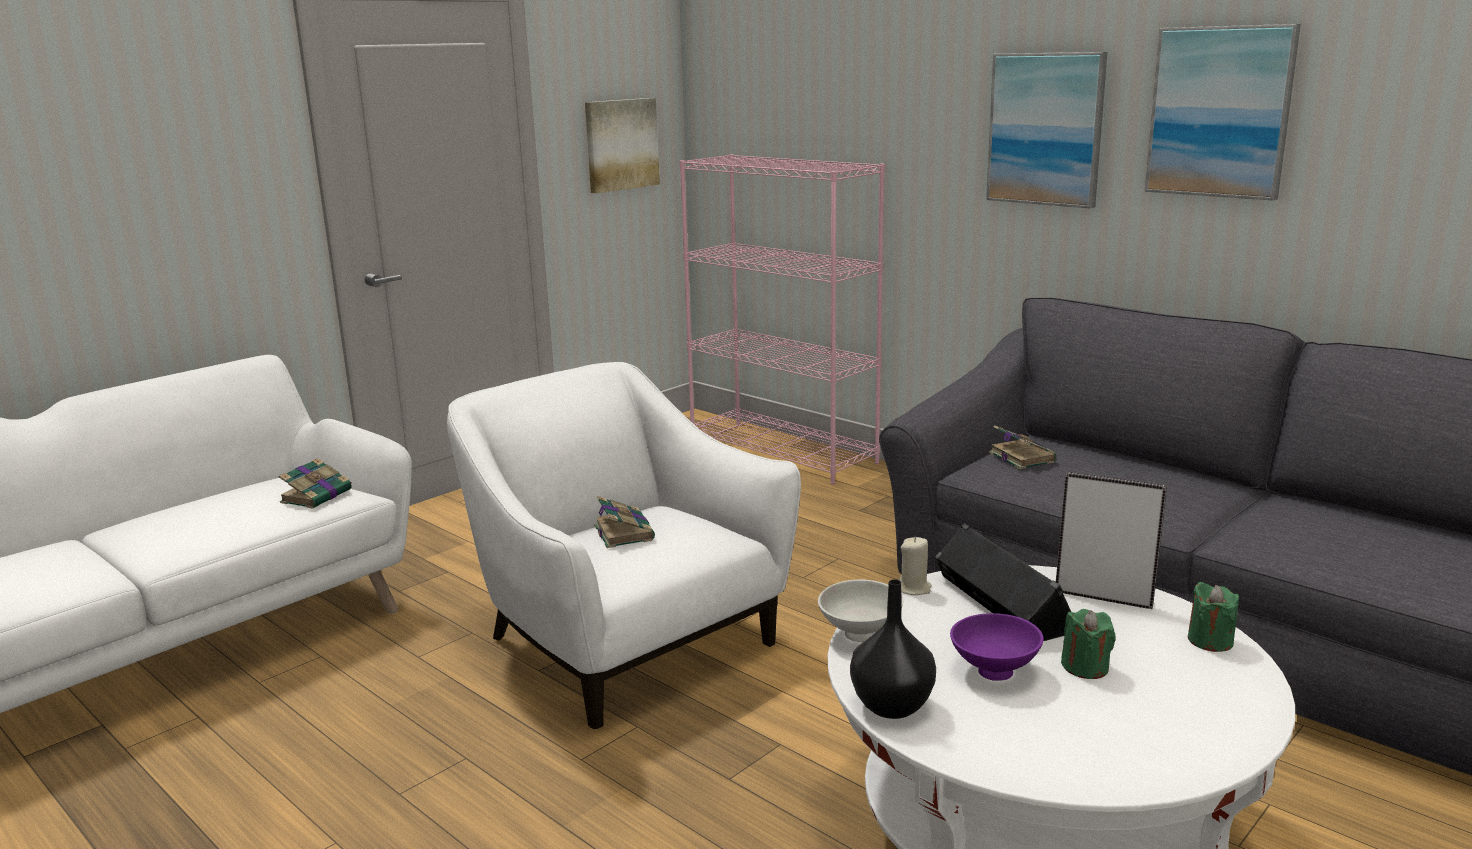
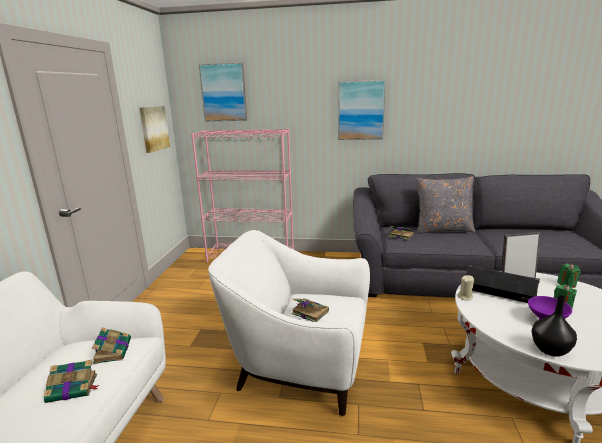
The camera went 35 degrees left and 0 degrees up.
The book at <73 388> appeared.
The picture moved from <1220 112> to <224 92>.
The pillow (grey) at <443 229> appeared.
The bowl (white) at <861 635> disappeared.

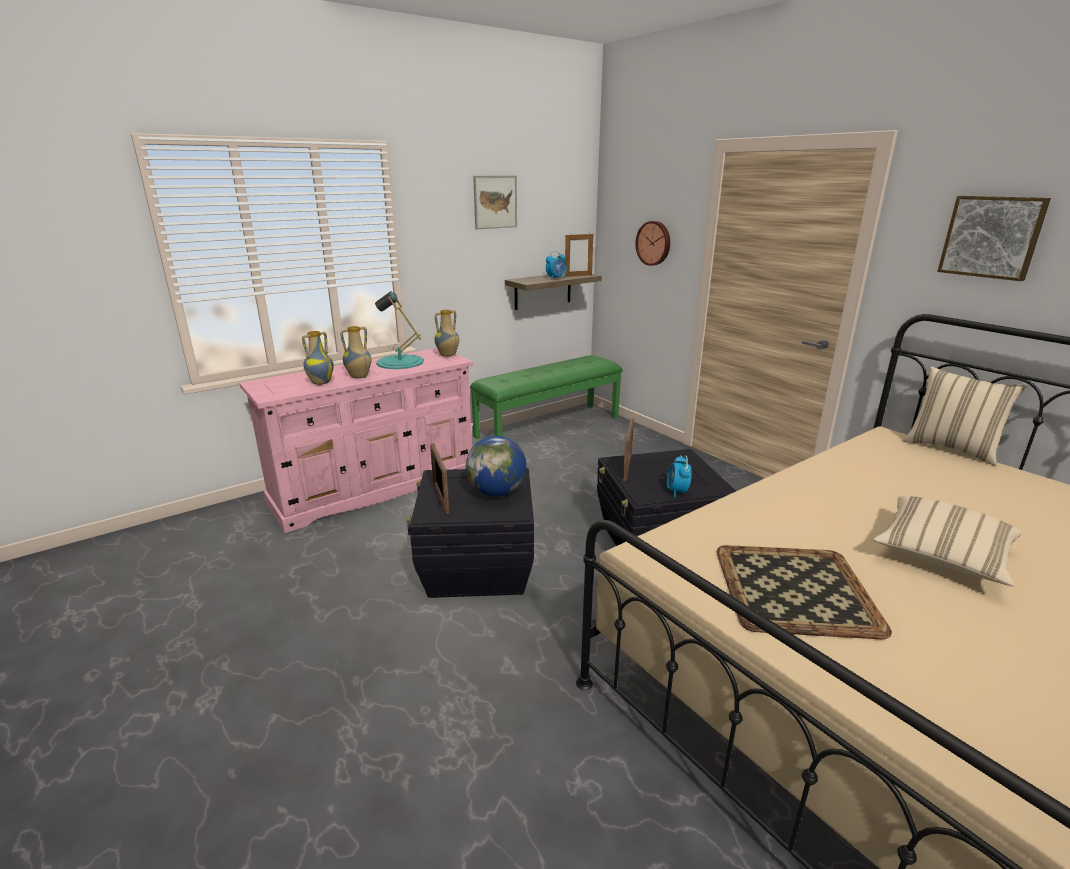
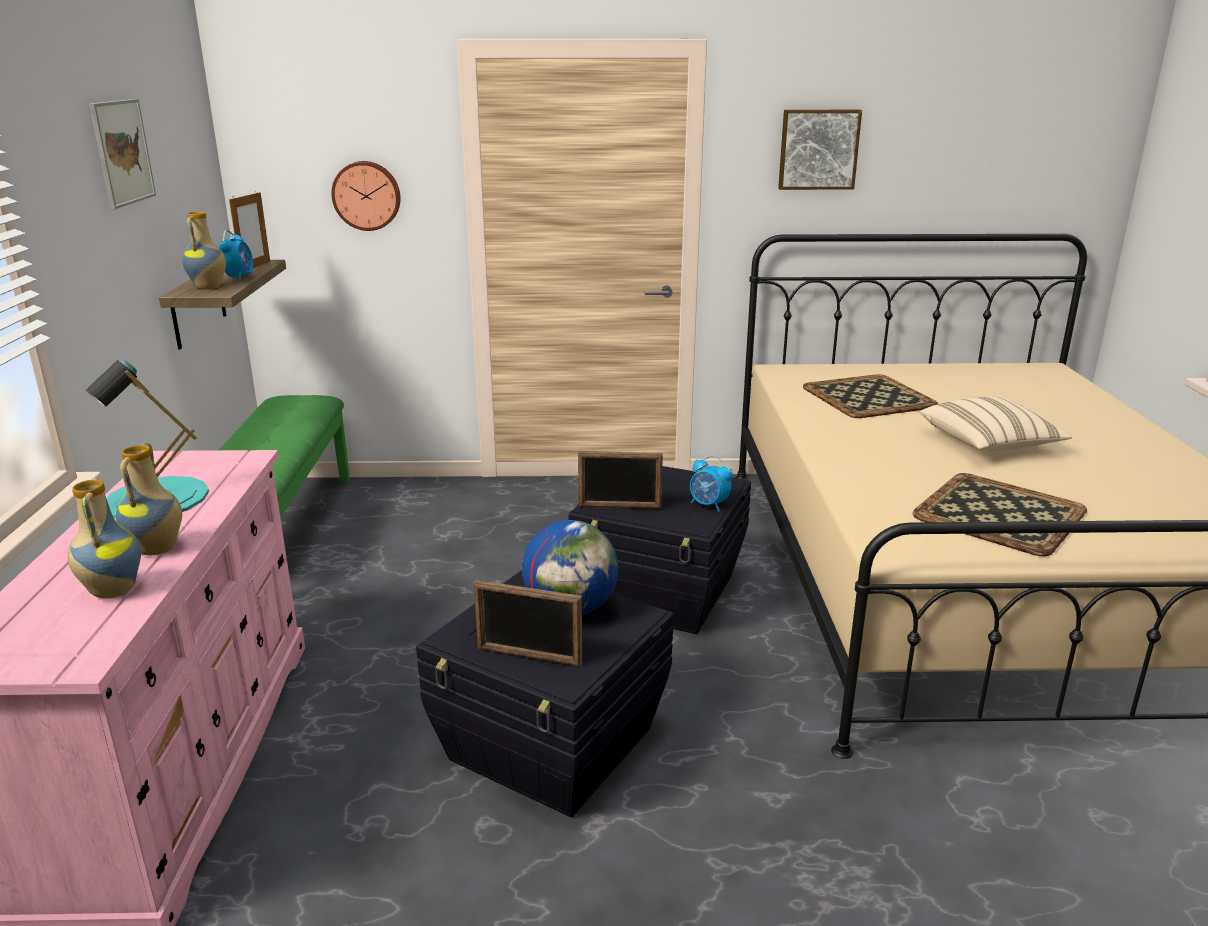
The camera went 55 degrees left and 0 degrees up.
The vase moved from <448 355> to <209 288>.
The picture frame at <627 467> turned 135 degrees clockwise.
The tray at <868 397> appeared.
The pillow (beige) at <951 449> disappeared.

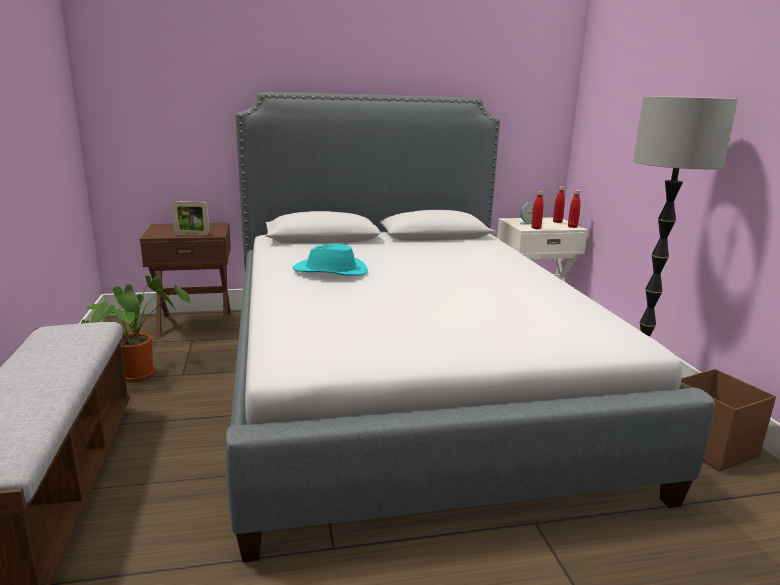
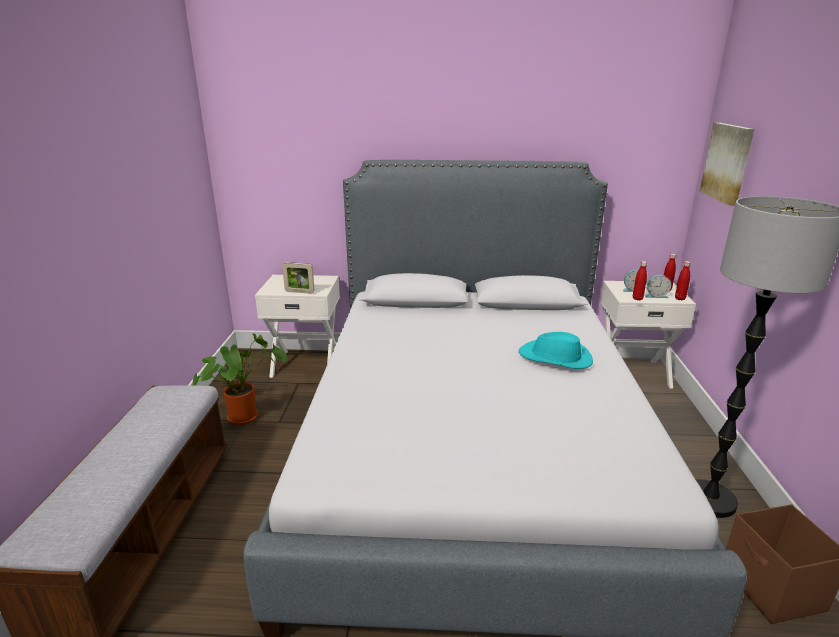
The camera went 15 degrees right and 5 degrees up.
The nightstand (brown) at <195 323> became the nightstand (white) at <306 364>.
The hat (turquoise) moved from <330 271> to <555 358>.
The alarm clock at <655 296> appeared.
The picture at <728 162> appeared.

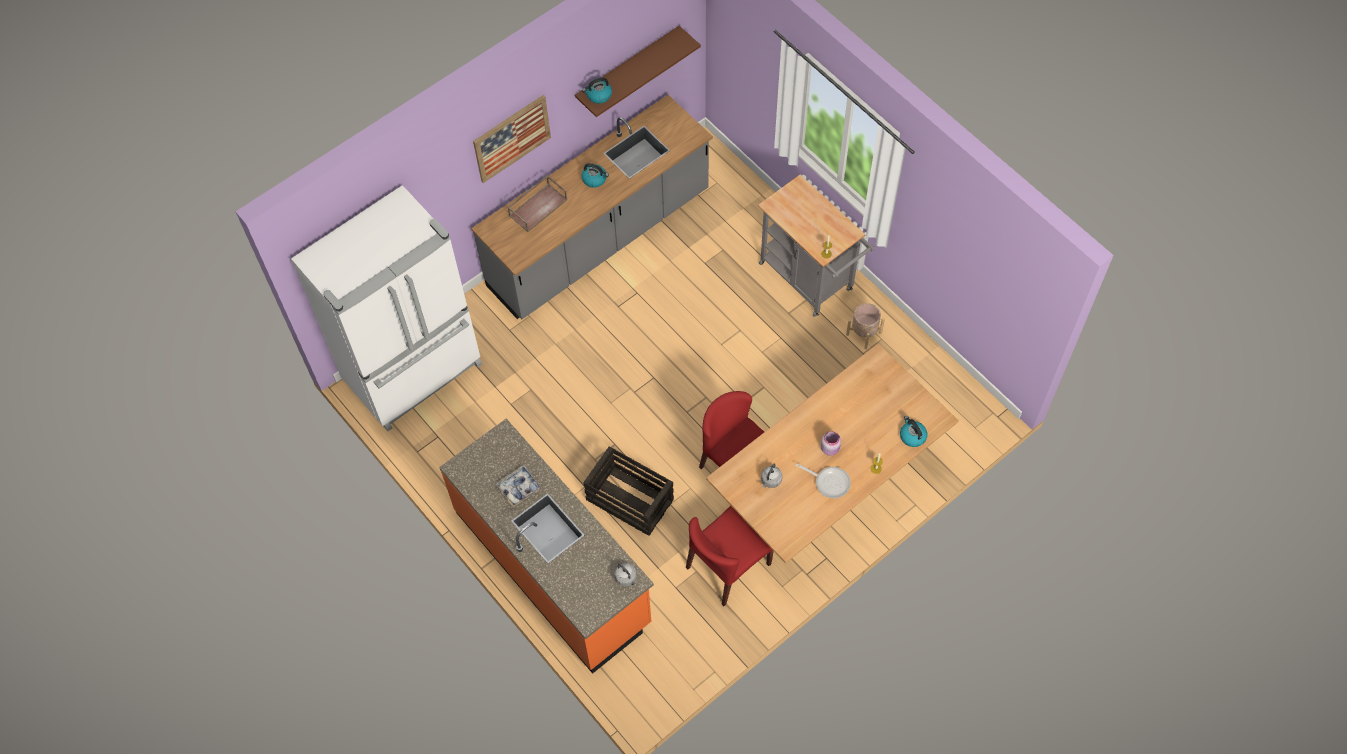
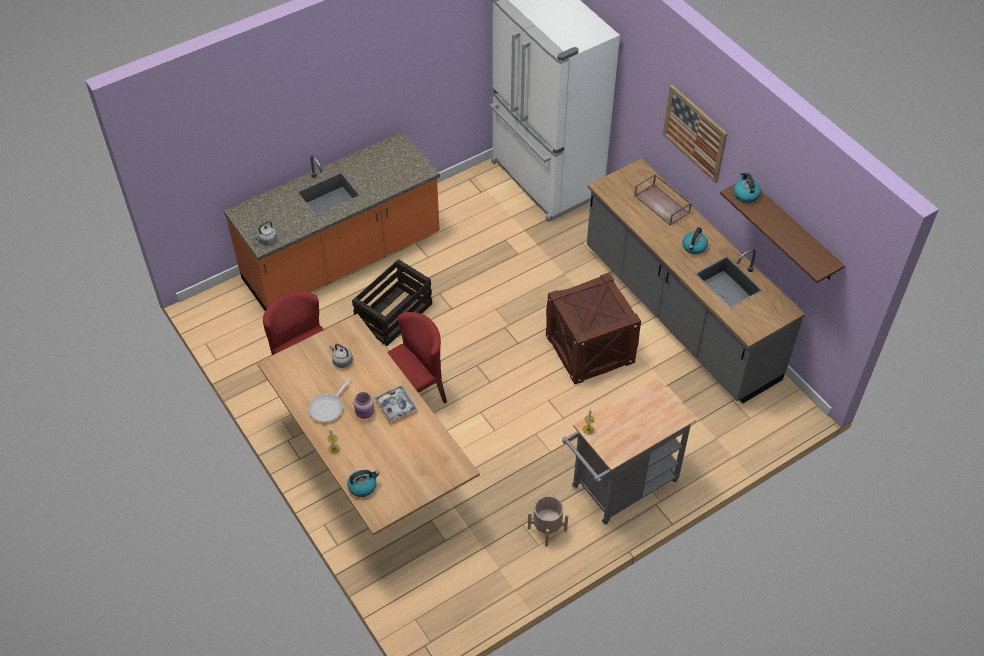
The camera went 95 degrees right and 10 degrees down.
The tray moved from <519 488> to <396 406>.
The crate at <589 349> appeared.

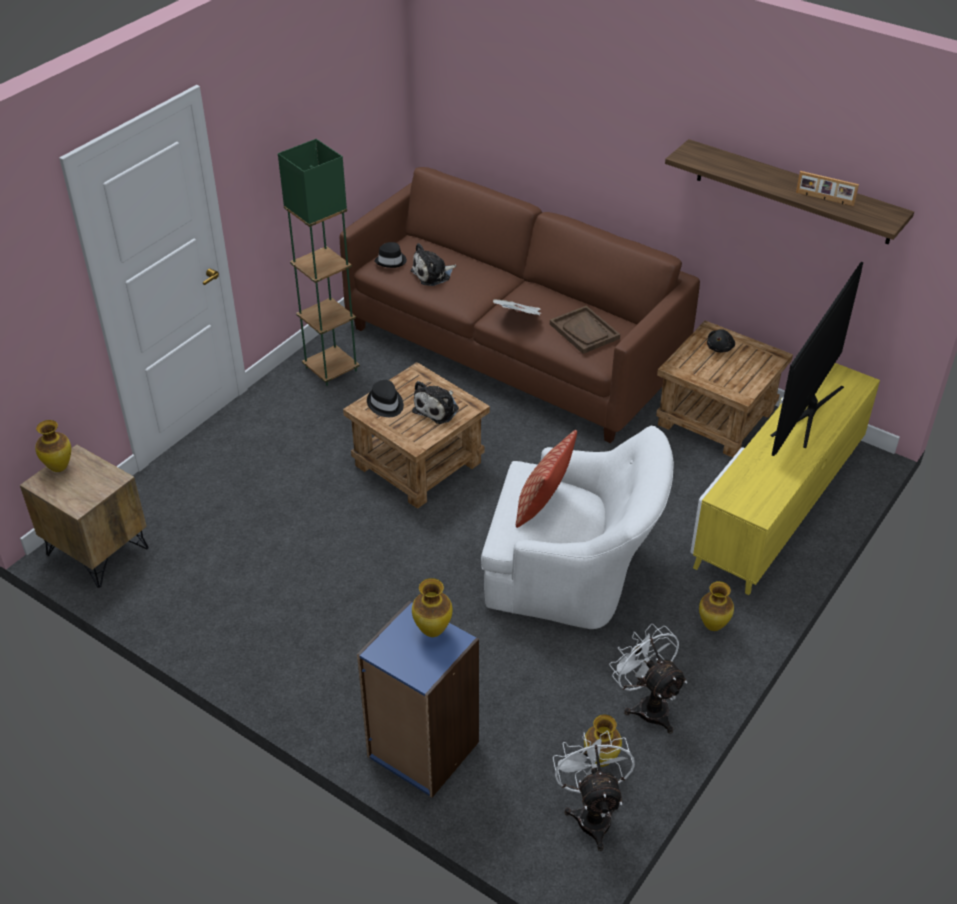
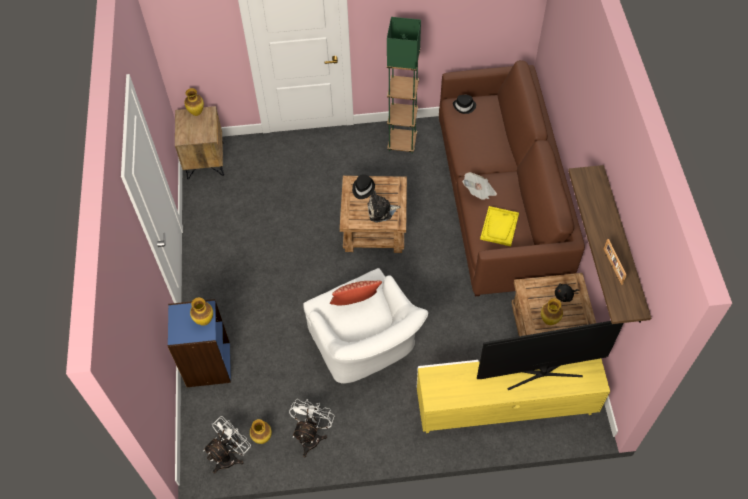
The camera went 50 degrees right and 15 degrees up.
The tray (brown) at <584 331> became the tray (yellow) at <499 227>.
The vase moved from <713 626> to <549 321>.
The plush toy at <433 274> disappeared.

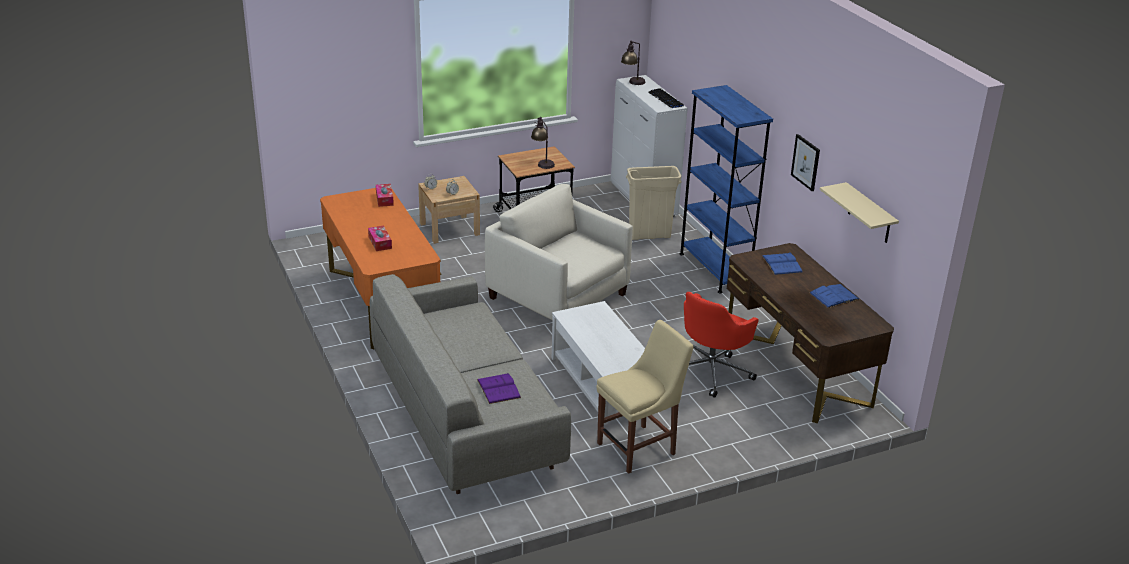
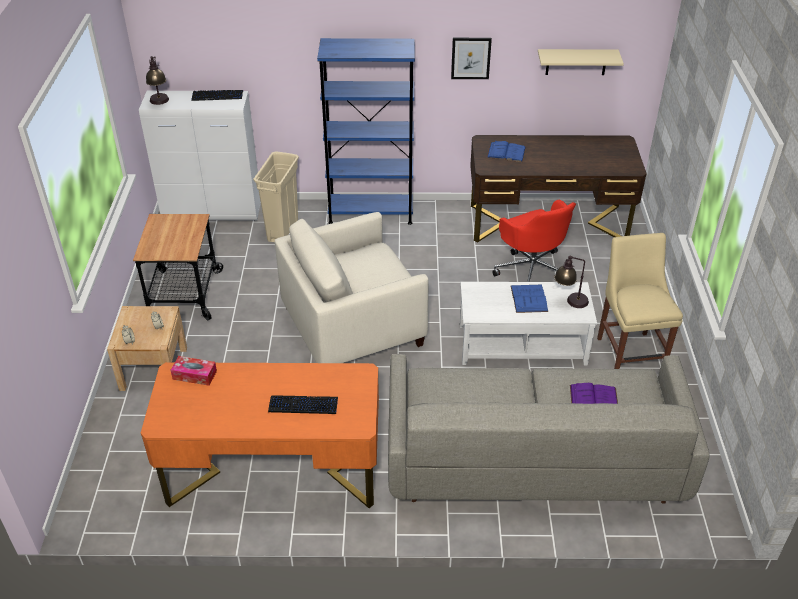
The camera went 65 degrees left and 10 degrees up.
The tissue box at <380 242> was replaced by the keyboard at <303 405>.
The book (blue) moved from <834 296> to <529 298>.
The table lamp moved from <542 162> to <569 302>.

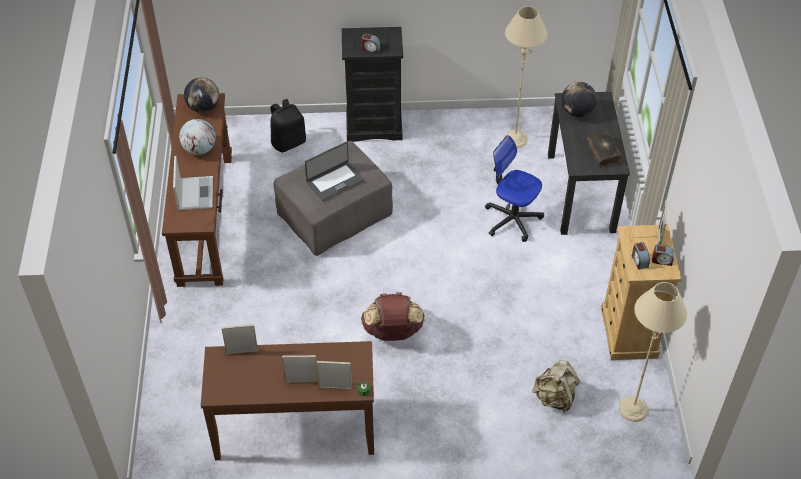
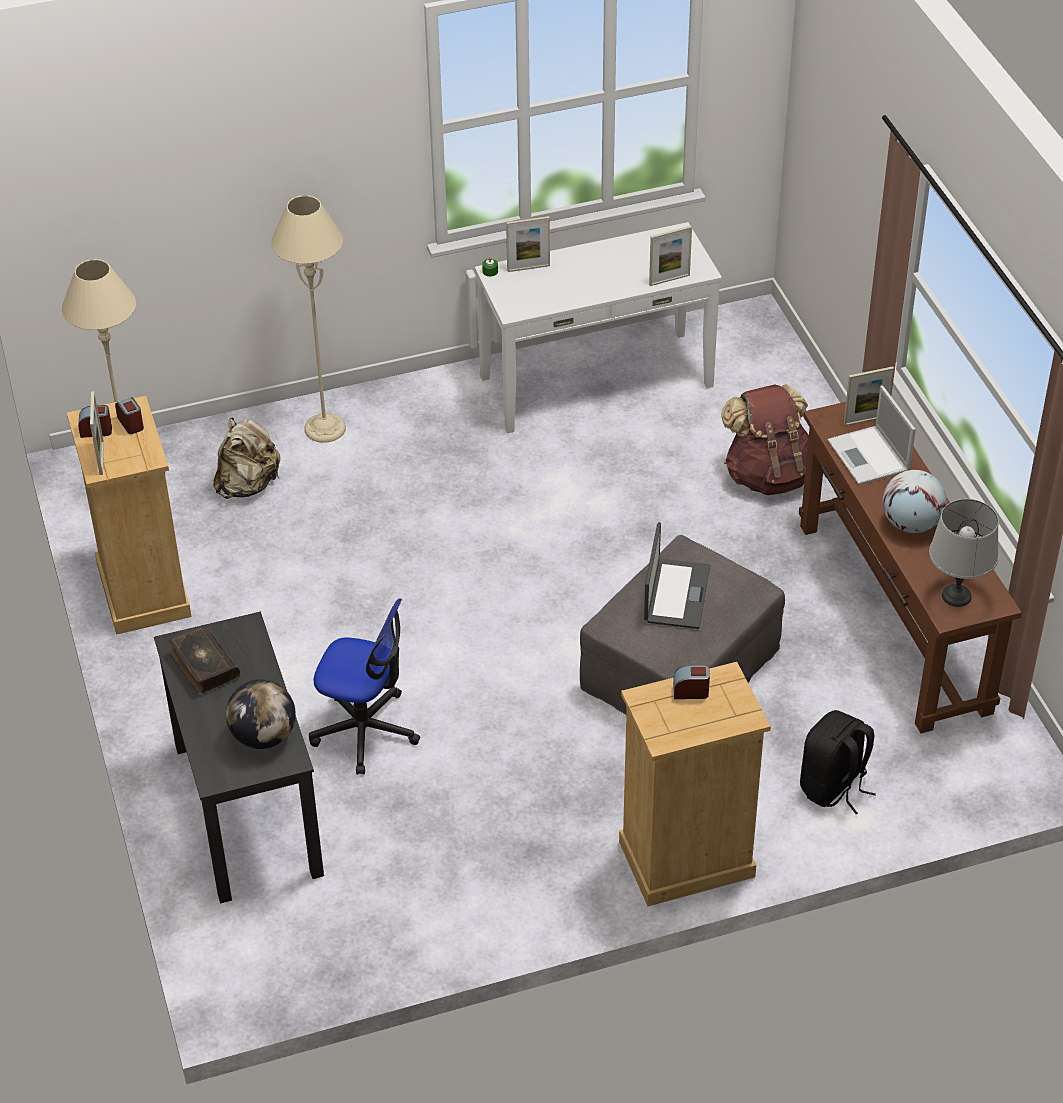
The camera went 165 degrees right and 5 degrees down.
The floor lamp (beige) moved from <515 139> to <325 428>.
The console table (brown) at <295 429> became the console table (white) at <596 381>.
The dresser (black) at <374 126> became the dresser (beige) at <686 860>.
The laptop at <334 181> turned 150 degrees clockwise.
The backpack (brown) moved from <393 332> to <768 475>.
The picture frame moved from <301 381> to <865 420>.
The globe at <203 107> was replaced by the table lamp (grey) at <956 596>.

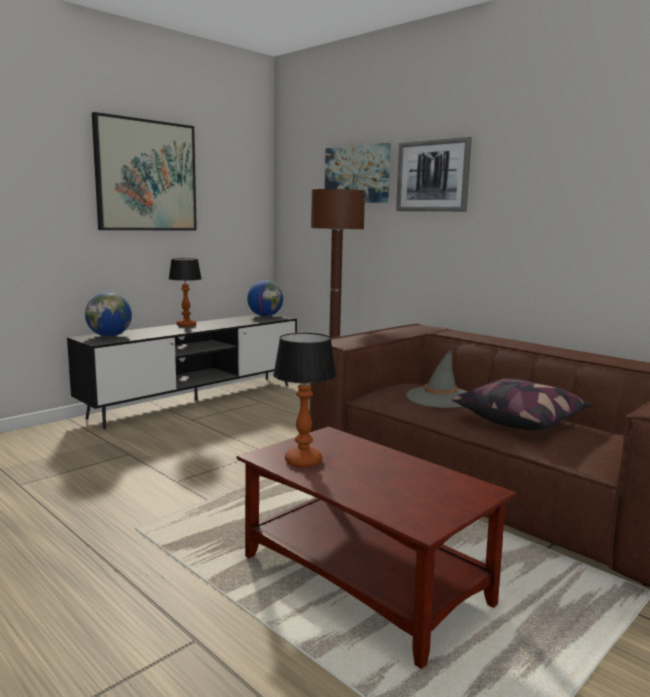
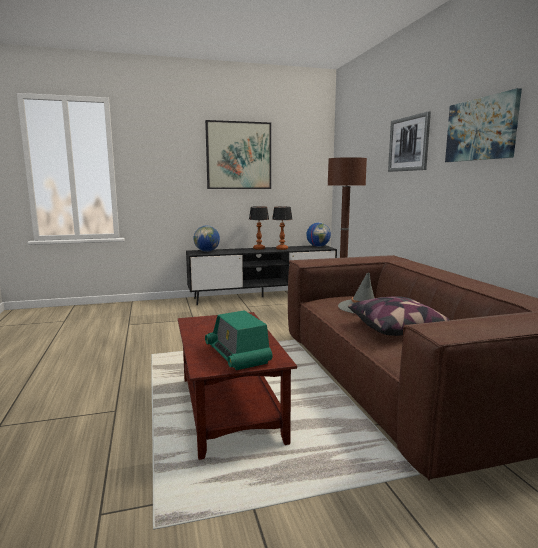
The camera went 30 degrees right and 0 degrees up.
The radio at <237 355> appeared.
The table lamp moved from <304 461> to <282 249>.
The picture moved from <357 174> to <481 129>.

